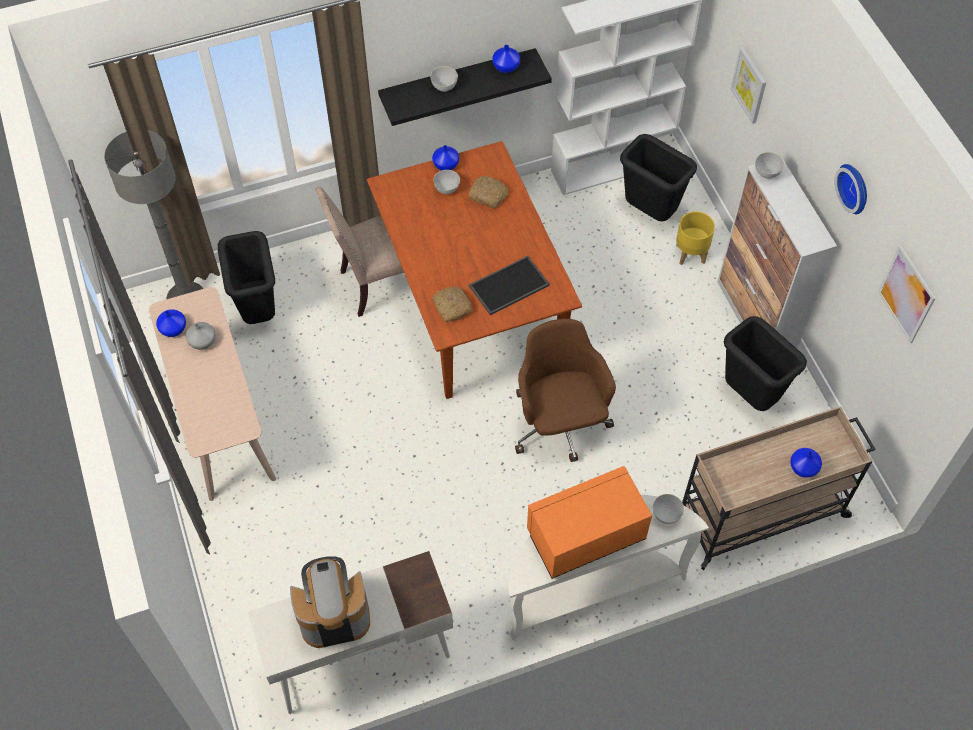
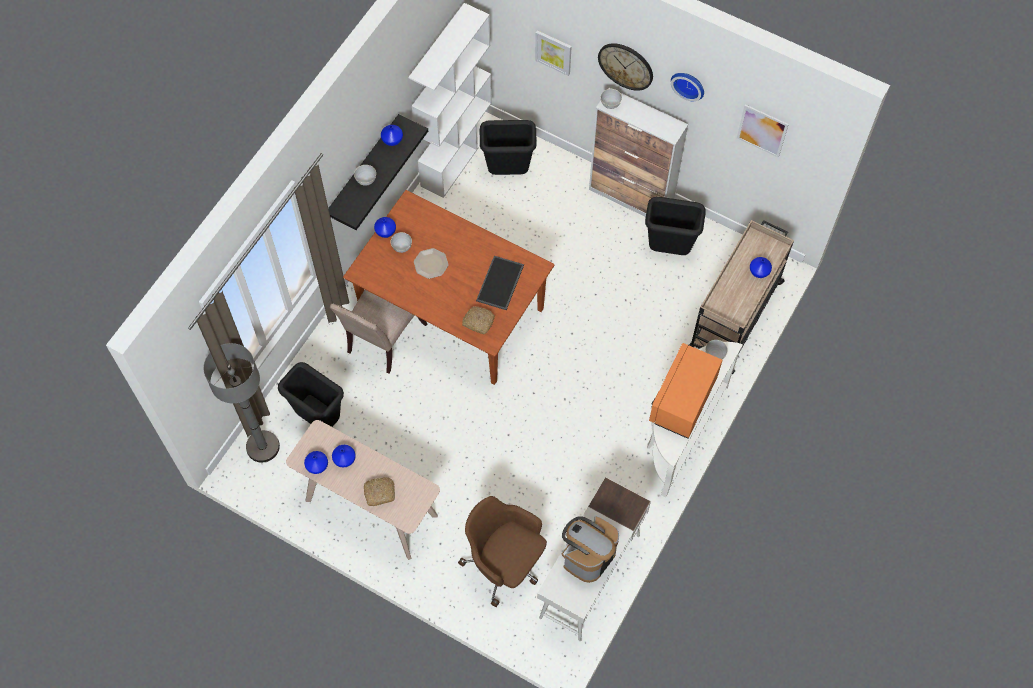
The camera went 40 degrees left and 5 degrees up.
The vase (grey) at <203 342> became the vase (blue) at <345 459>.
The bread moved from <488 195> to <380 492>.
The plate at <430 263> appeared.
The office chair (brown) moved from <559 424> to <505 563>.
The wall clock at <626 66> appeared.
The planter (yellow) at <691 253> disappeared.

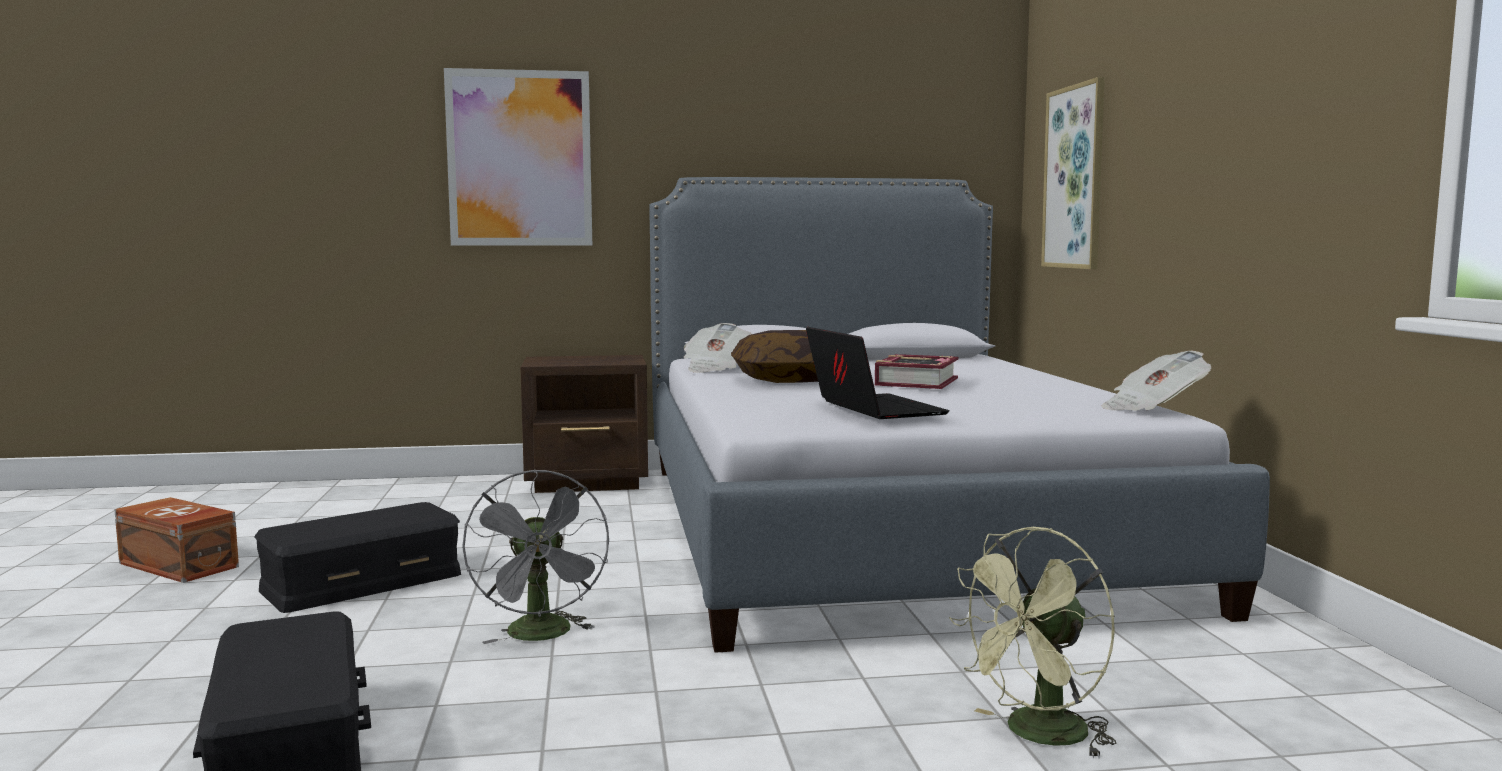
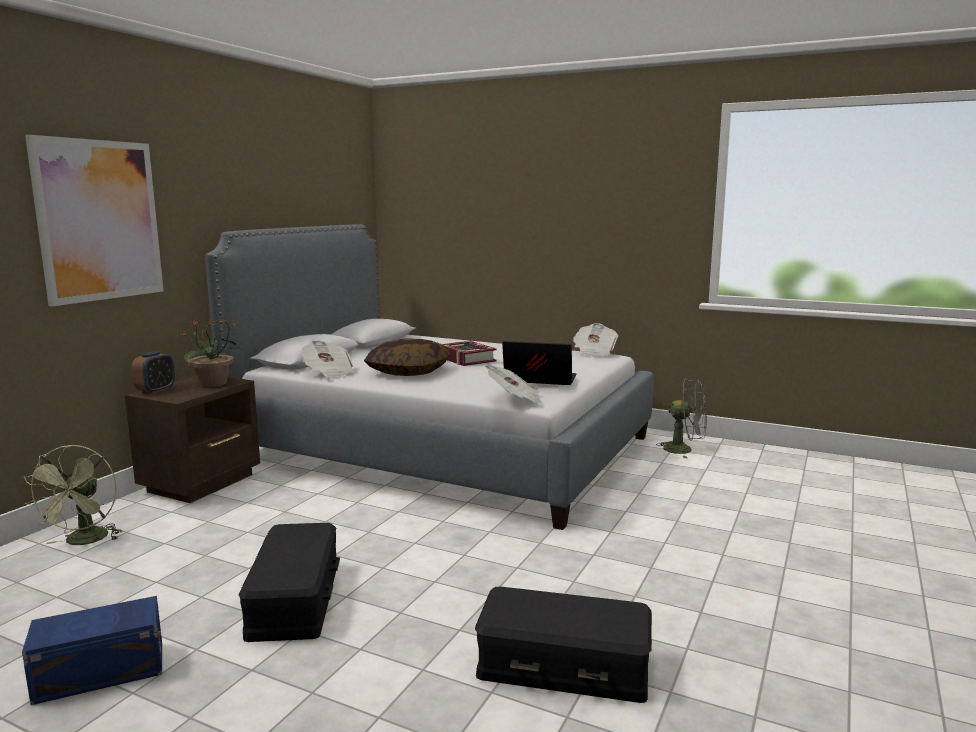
The camera went 55 degrees left and 5 degrees up.
The storage box (brown) at <178 566> became the storage box (blue) at <102 673>.
The fan (green) moved from <1037 735> to <84 542>.
The alarm clock at <155 390> appeared.
The potted plant at <214 383> appeared.
The newspaper at <514 400> appeared.
The fan (grey) moved from <543 636> to <684 450>.
The picture at <1075 177> disappeared.

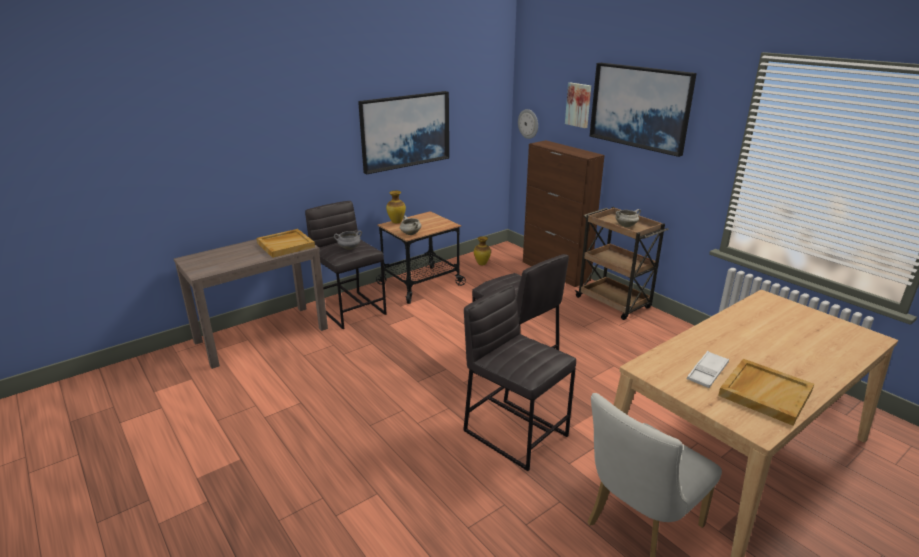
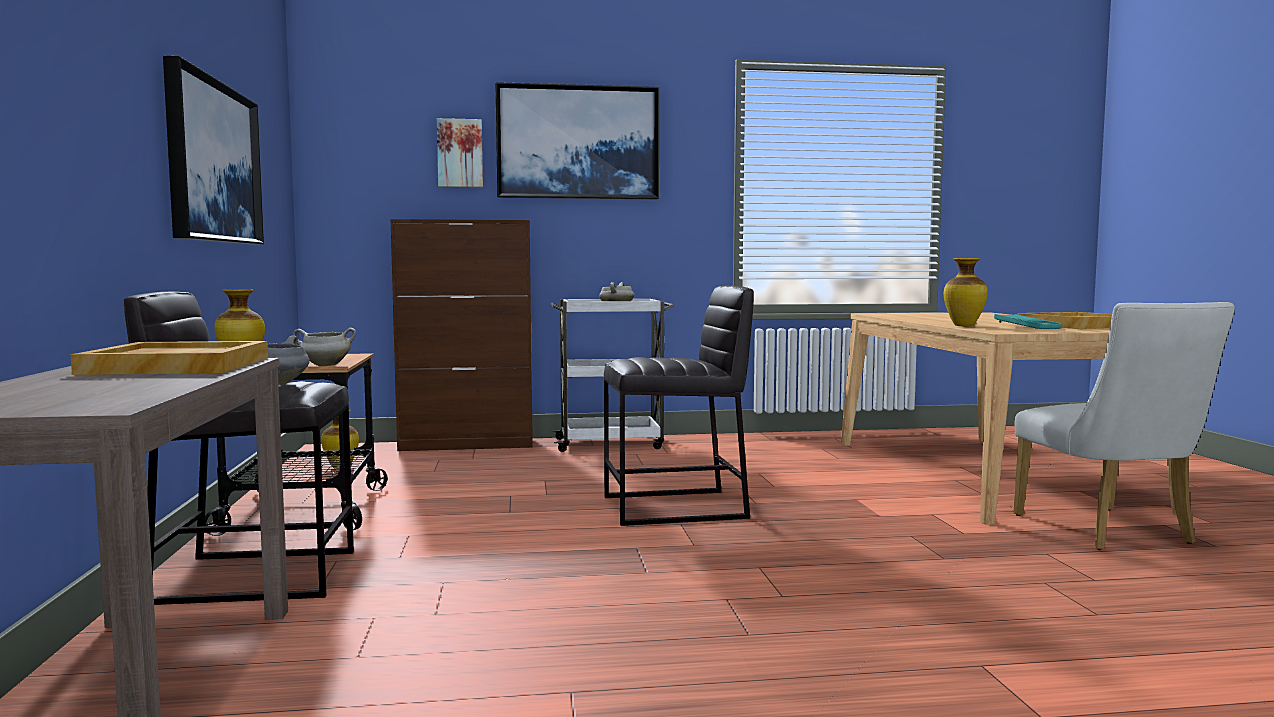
The camera went 60 degrees left and 20 degrees down.
The cart (brown) at <614 303> became the cart (white) at <611 444>.
The vase at <963 326> appeared.
The tray (white) at <707 373> became the tray (turquoise) at <1027 327>.
The stool (grey) at <515 432> disappeared.
The wall clock at <528 123> disappeared.

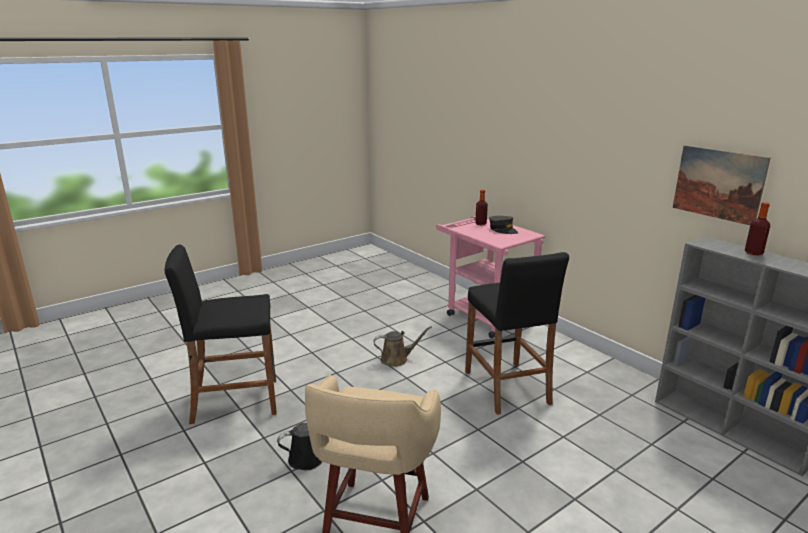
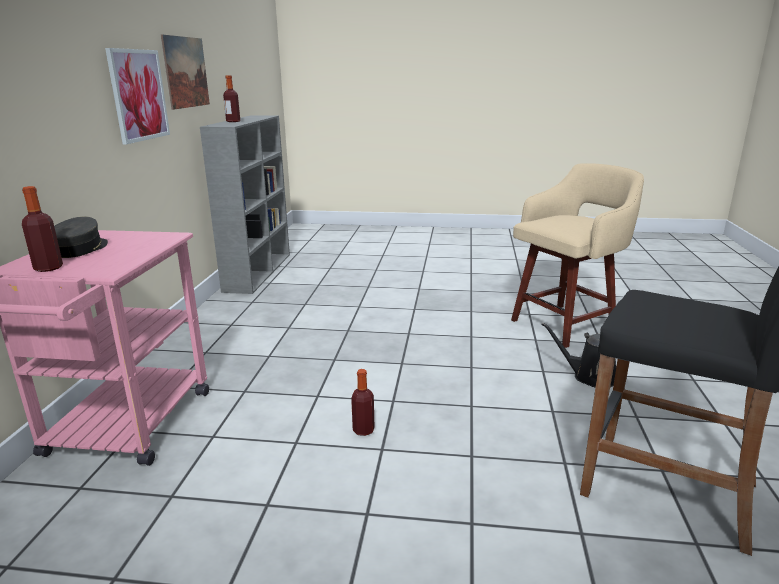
The camera went 135 degrees left and 0 degrees up.
The picture at <138 95> appeared.
The watering can (brown) at <397 359> was replaced by the bottle at <363 430>.
The stool (black) at <507 388> disappeared.

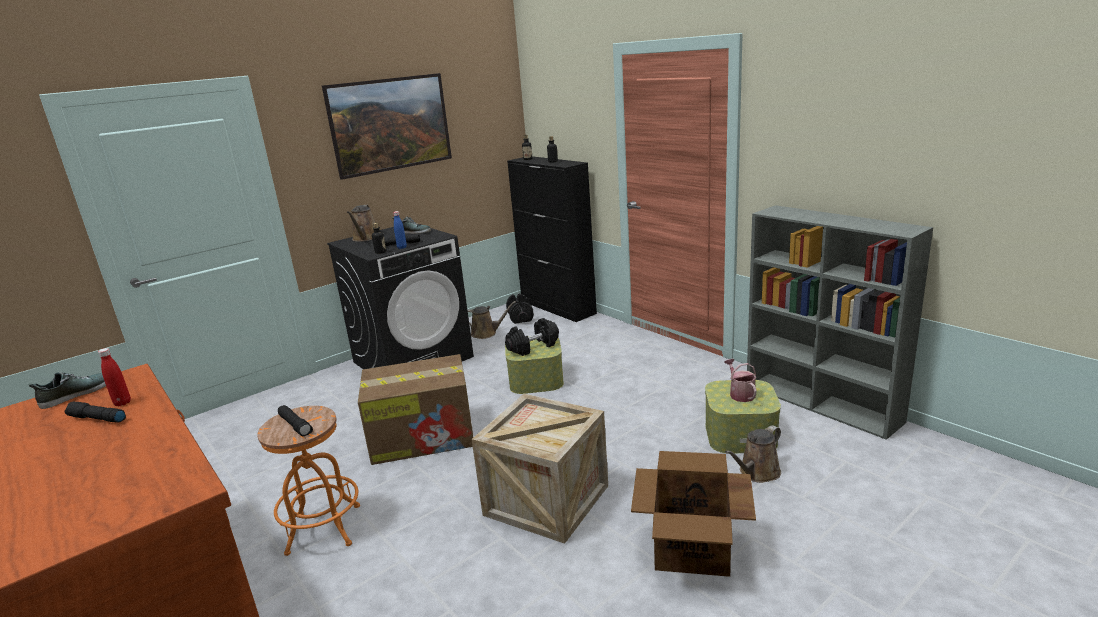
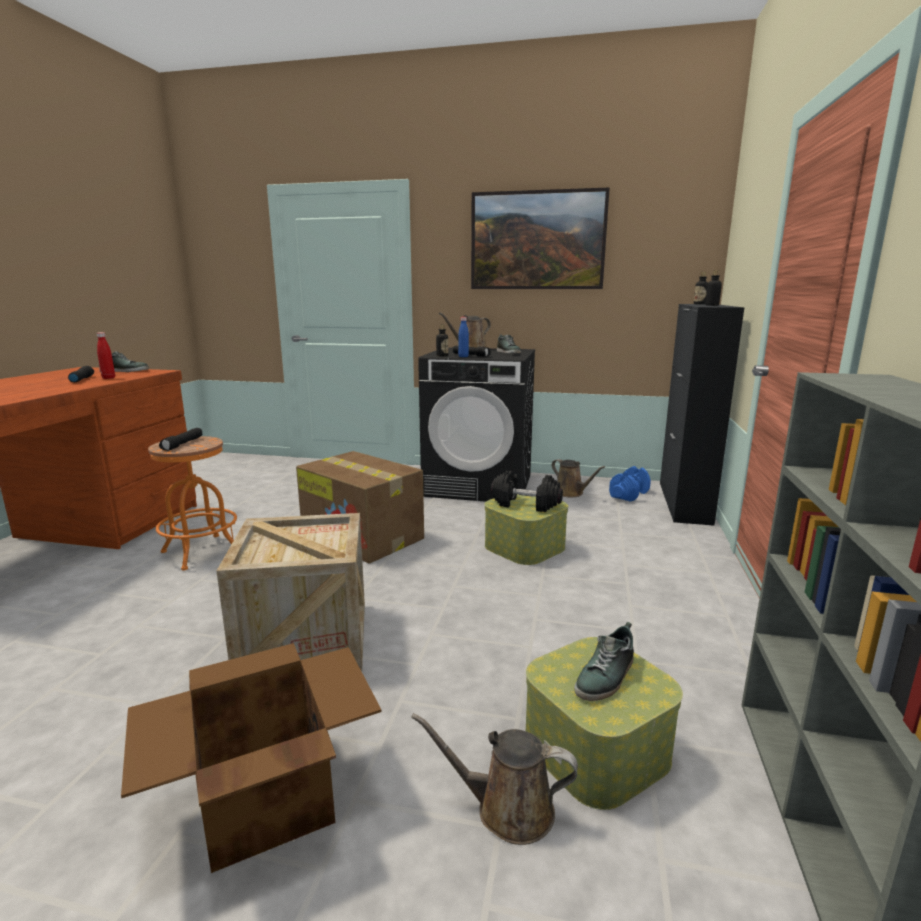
The camera went 50 degrees right and 5 degrees down.
The watering can at <740 394> was replaced by the shoe at <606 677>.
The dumbbell (black) at <520 317> became the dumbbell (blue) at <629 494>.

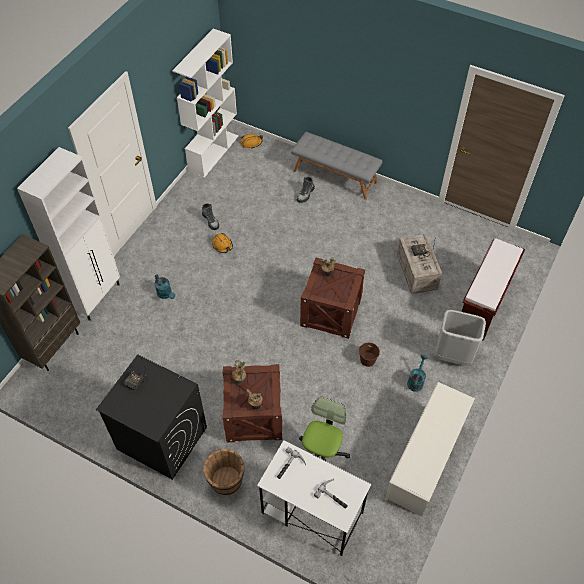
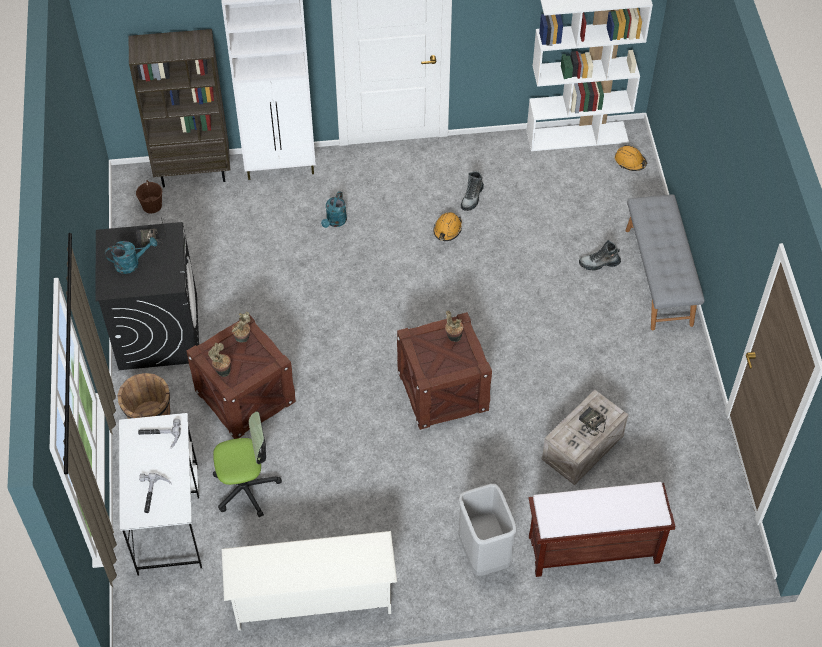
The camera went 55 degrees right and 0 degrees up.
The watering can (turquoise) moved from <416 381> to <131 263>.
The bucket (brown) moved from <367 360> to <152 205>.

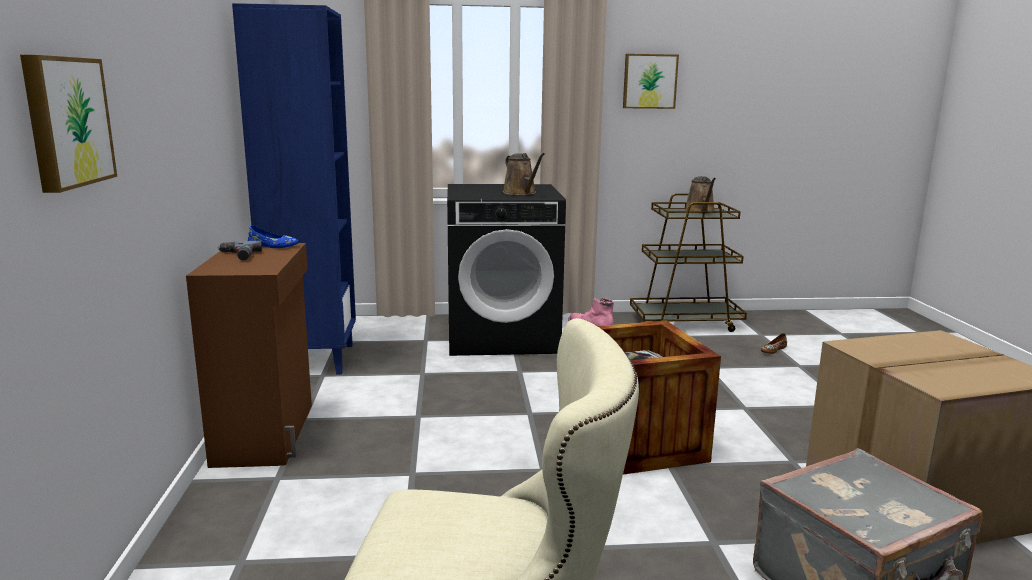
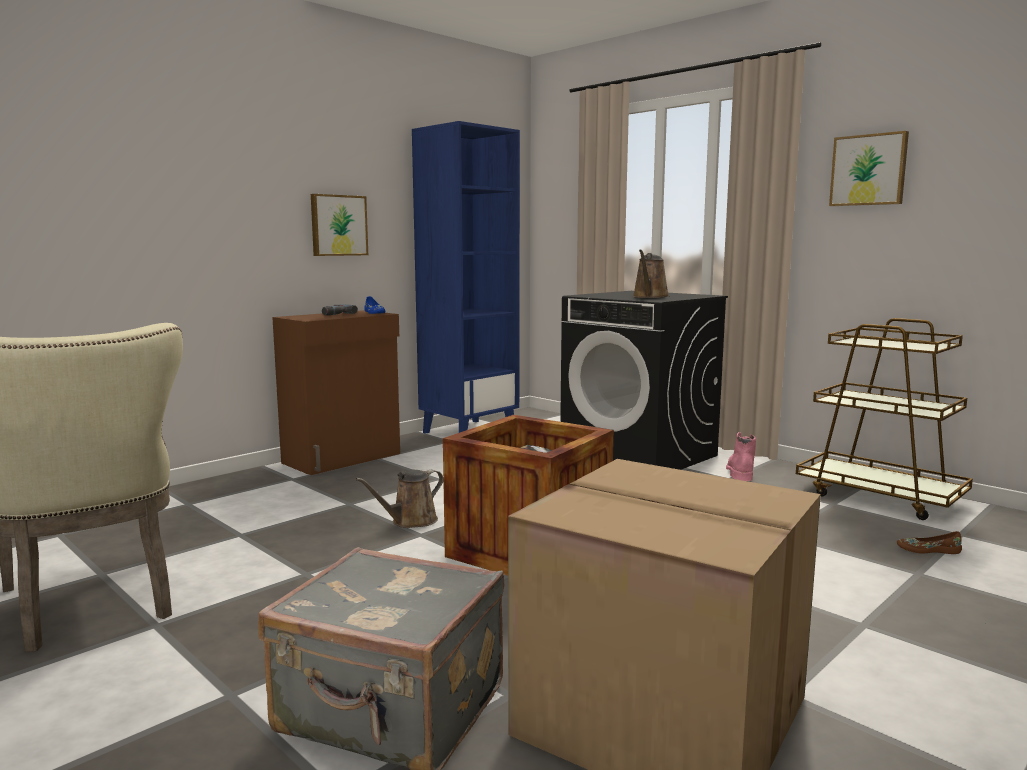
The camera went 50 degrees right and 5 degrees down.
The picture moved from <65 121> to <338 225>.
The watering can (brown) moved from <700 212> to <410 521>.

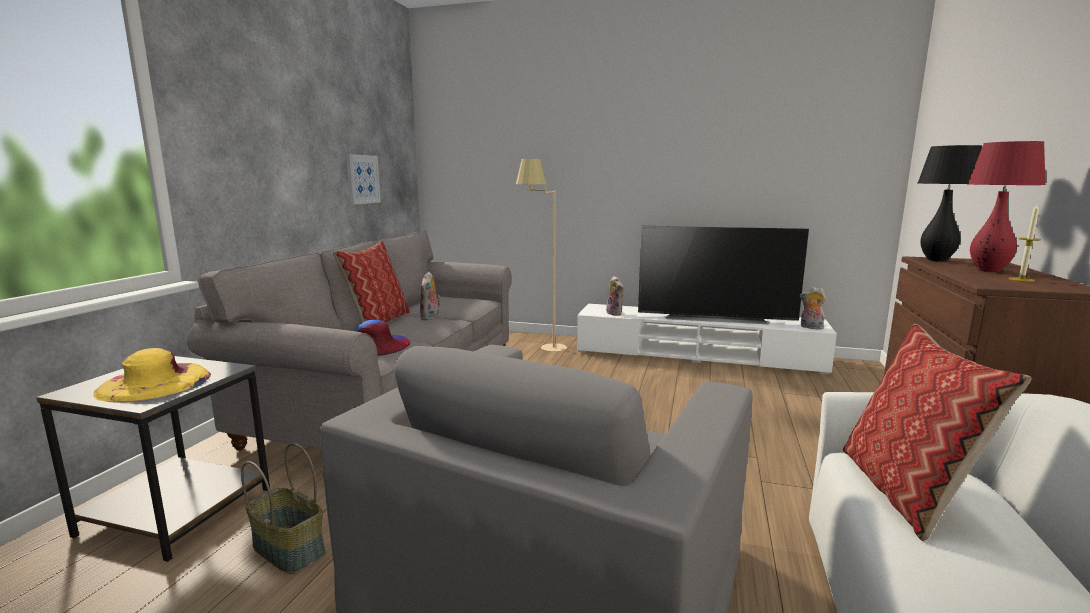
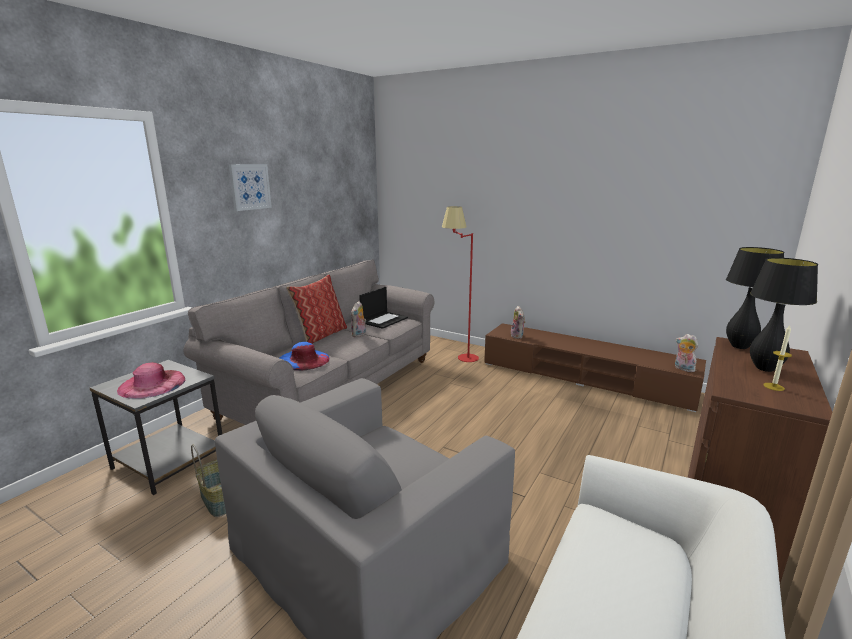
The camera went 15 degrees right and 5 degrees up.
The hat (yellow) at <154 383> became the hat (pink) at <152 384>.
The picture moved from <362 179> to <250 187>.
The laptop at <384 320> appeared.
The floor lamp (beige) at <541 347> became the floor lamp (red) at <458 356>.
The tv stand (white) at <697 355> became the tv stand (brown) at <585 378>.
The table lamp (red) at <989 270> became the table lamp (black) at <765 369>.
The television at <715 318> disappeared.
The pillow at <906 492> disappeared.

